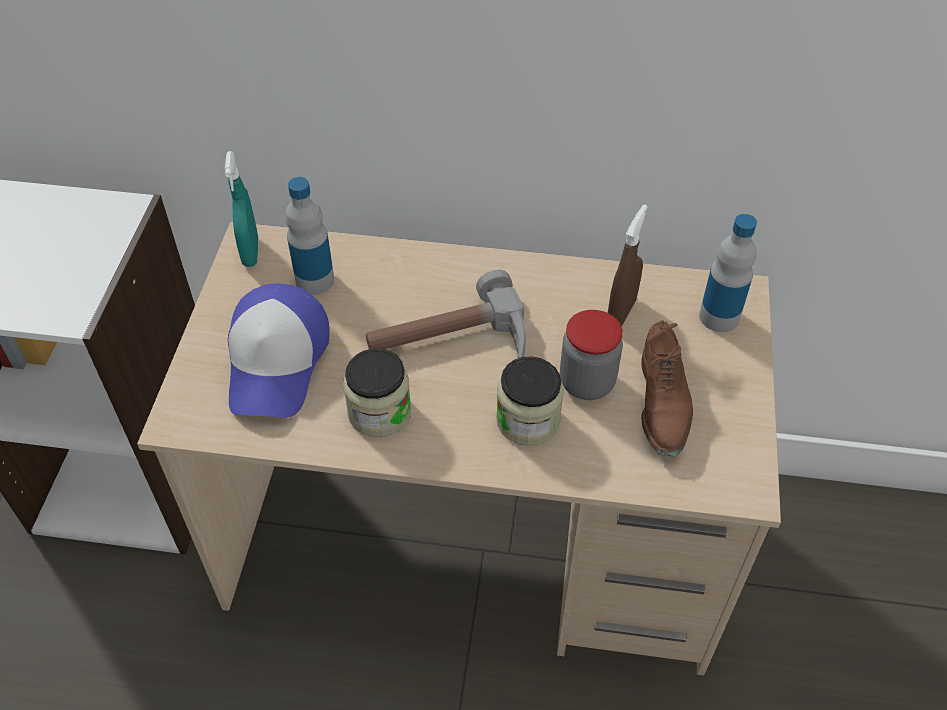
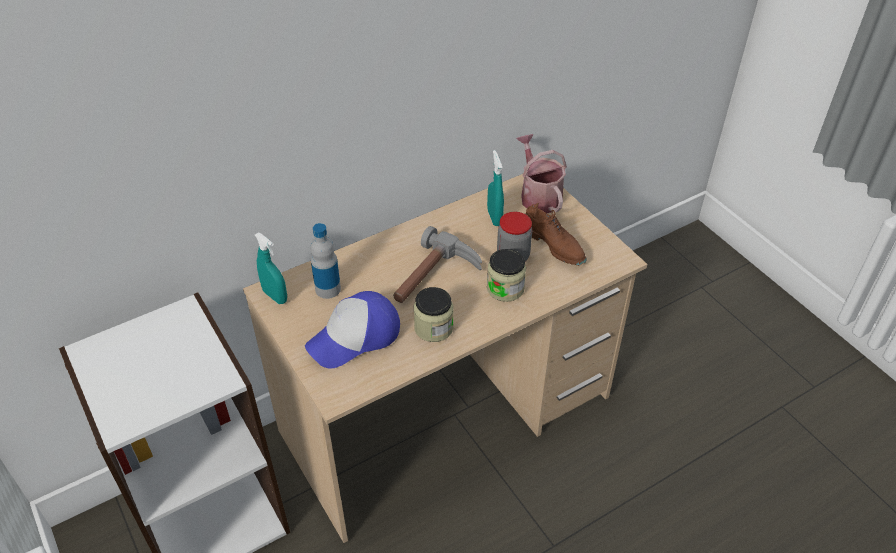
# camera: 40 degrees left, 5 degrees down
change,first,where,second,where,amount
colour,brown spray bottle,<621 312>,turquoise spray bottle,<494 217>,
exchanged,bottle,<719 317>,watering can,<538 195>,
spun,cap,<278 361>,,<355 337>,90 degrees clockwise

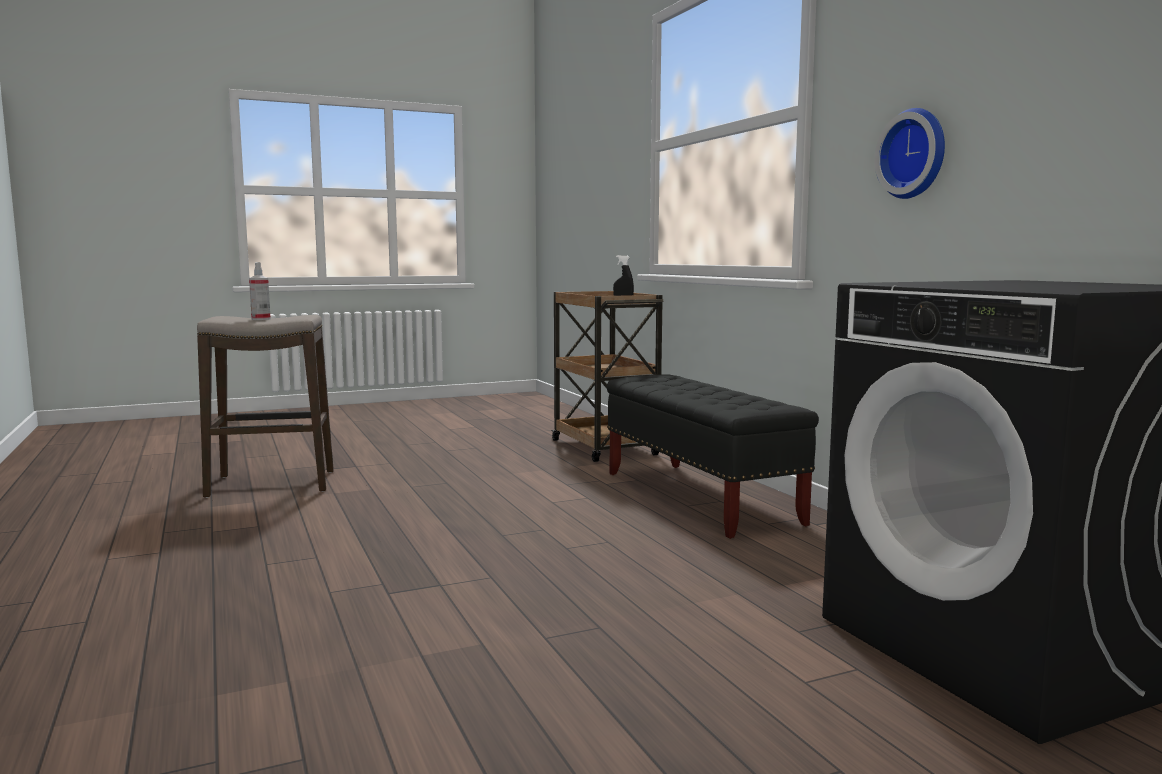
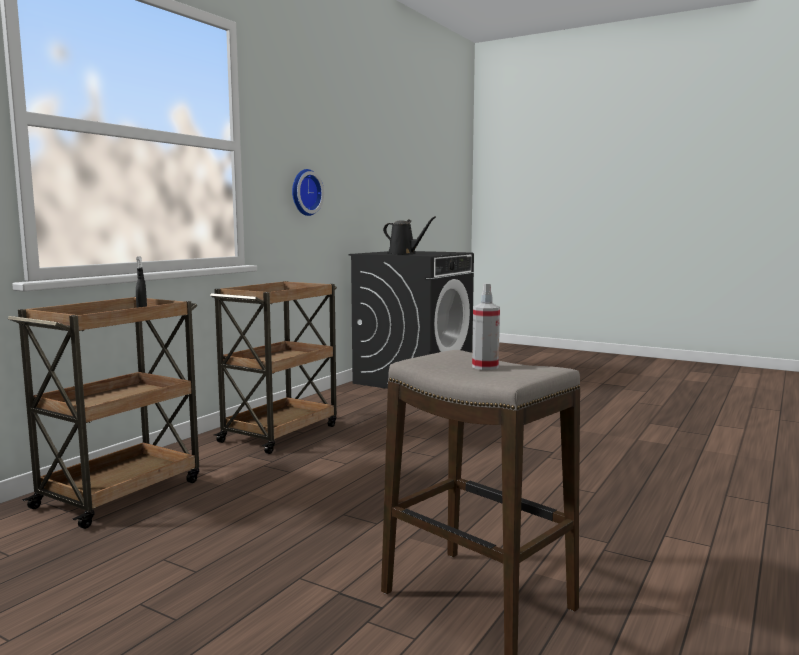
# camera: 125 degrees left, 0 degrees up
change,first,where,second,where,amount
exchanged,black bench,<699 498>,brown cart,<281 433>,
appeared,,,black watering can,<404 253>,

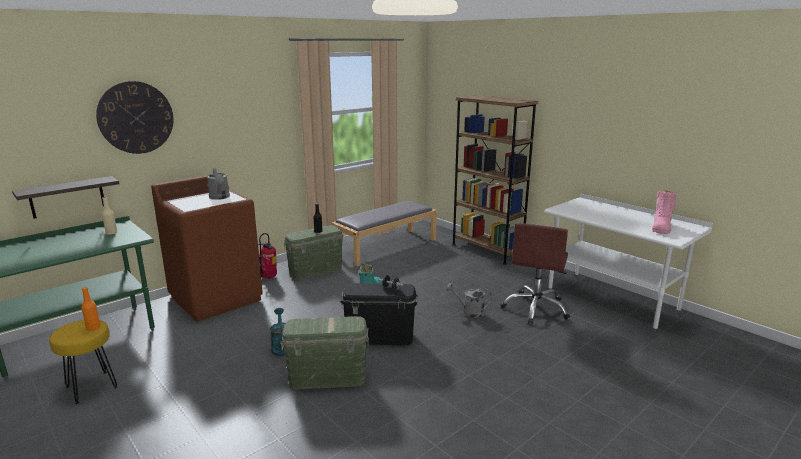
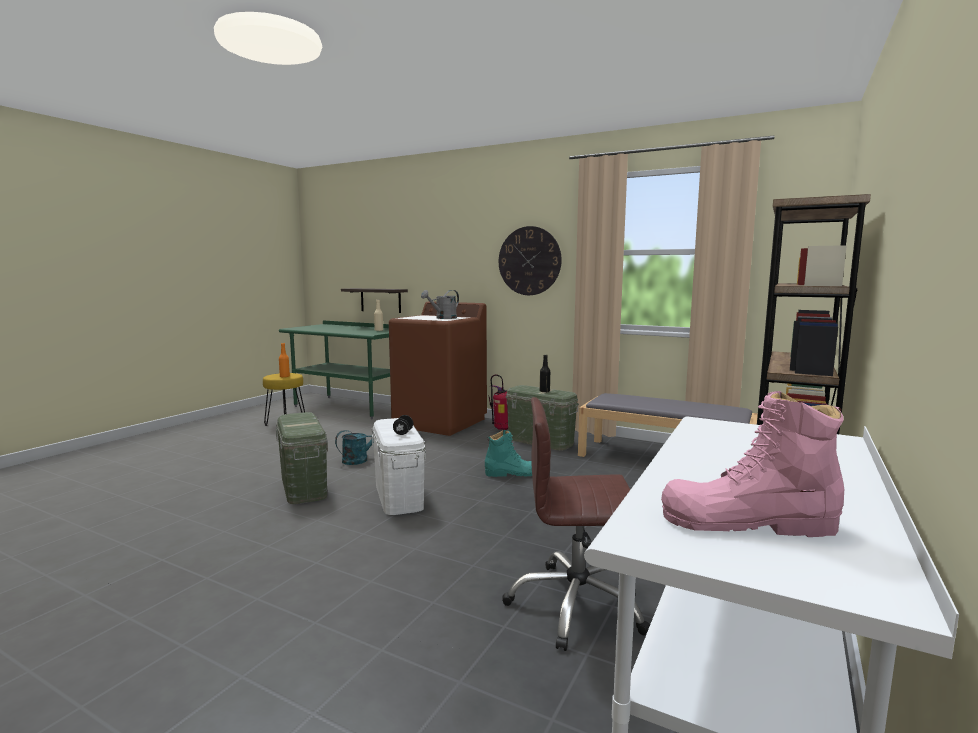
# camera: 70 degrees right, 10 degrees down
change,first,where,second,where,amount
relocated,wall clock,<136 117>,,<529 261>,
colour,black storage box,<380 336>,white storage box,<399 496>,
missing,grey watering can,<469 312>,,,

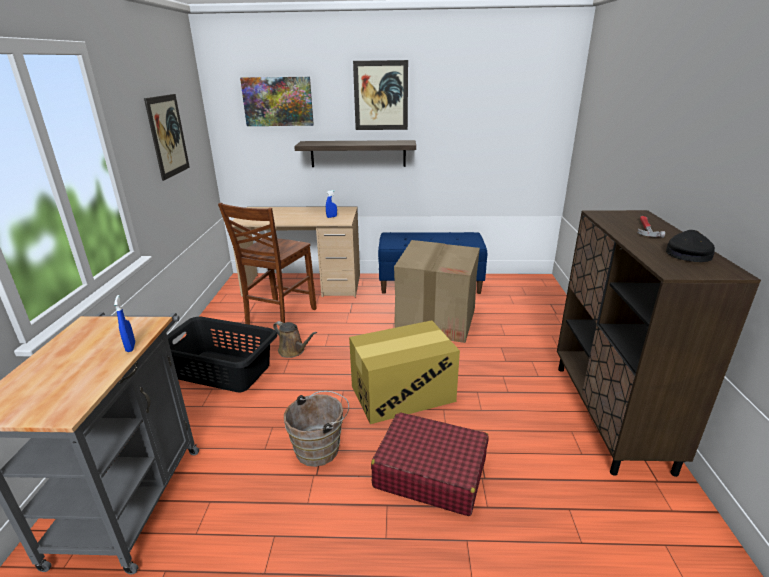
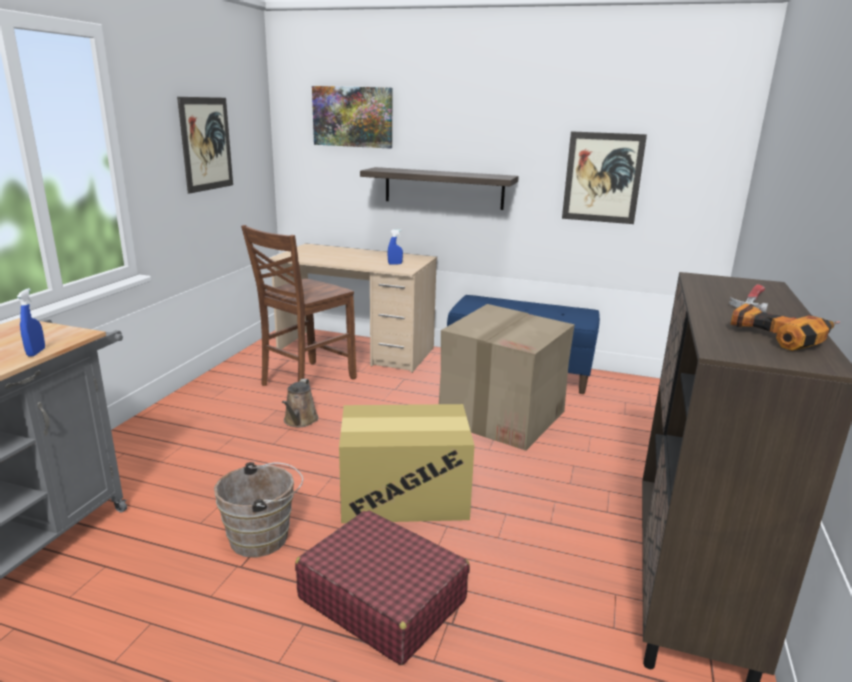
# camera: 15 degrees right, 5 degrees down
change,first,where,second,where,amount
relocated,picture,<381 96>,,<602 178>,
exchanged,black cap,<687 253>,power drill,<779 335>,
missing,black laundry basket,<223 371>,,,
spun,brown watering can,<293 351>,,<300 421>,45 degrees clockwise

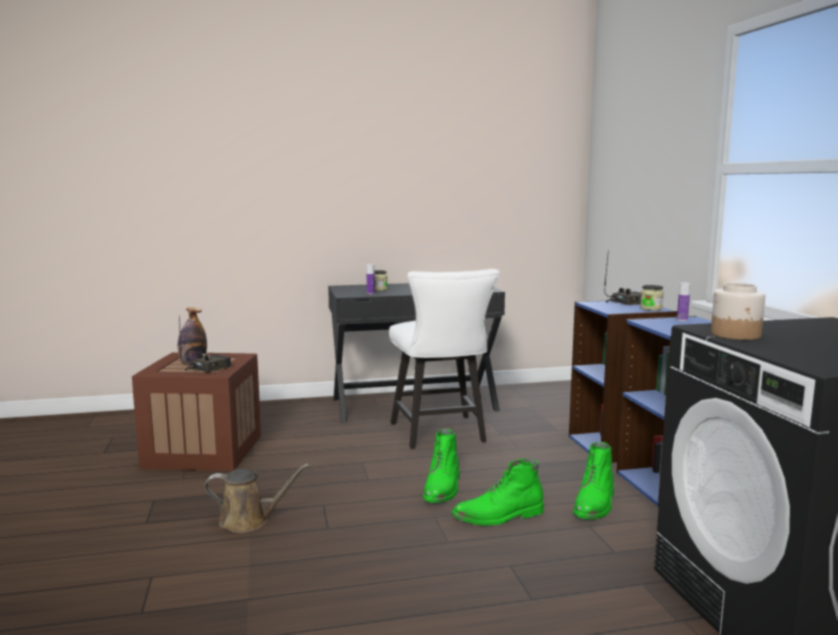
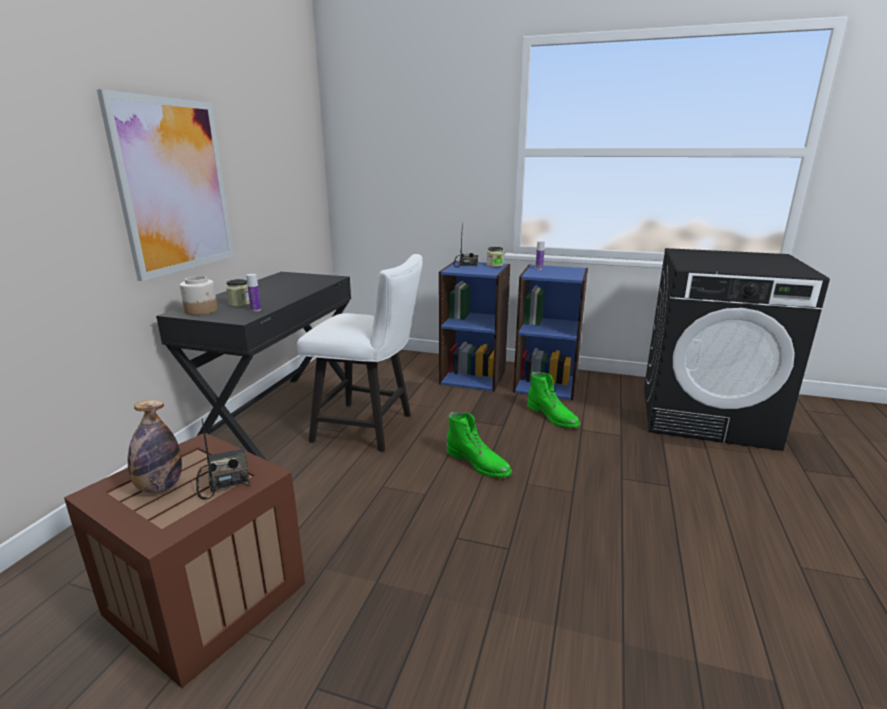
# camera: 60 degrees left, 10 degrees up
change,first,where,second,where,amount
relocated,jar,<736 335>,,<202 311>,
missing,green boot,<498 517>,,,
missing,brown watering can,<249 521>,,,
appeared,,,picture,<174 186>,

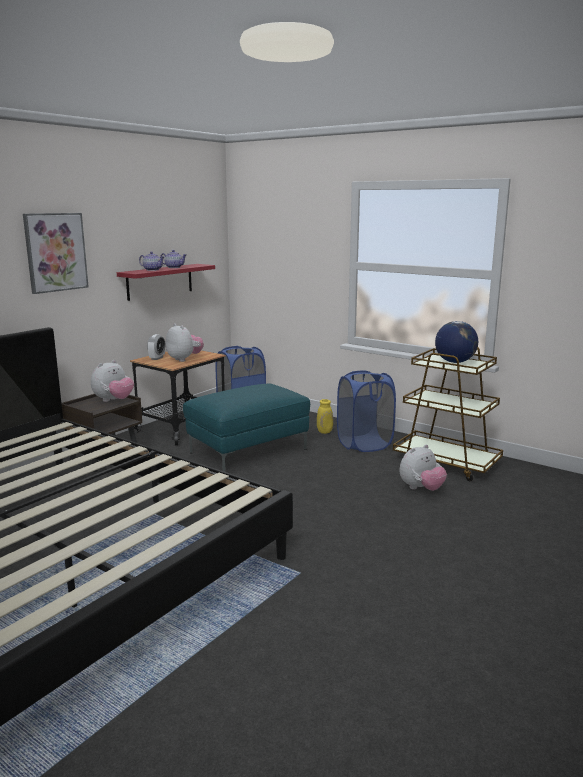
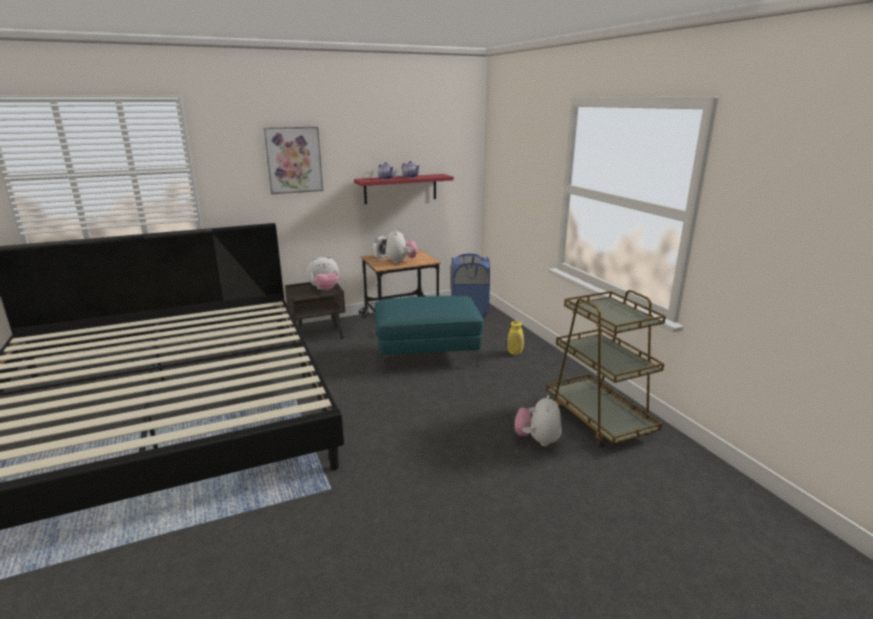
# camera: 30 degrees right, 5 degrees up
change,first,where,second,where,amount
missing,globe,<454 362>,,,
missing,blue laundry basket,<364 444>,,,
spun,plush toy,<421 489>,,<537 440>,105 degrees clockwise

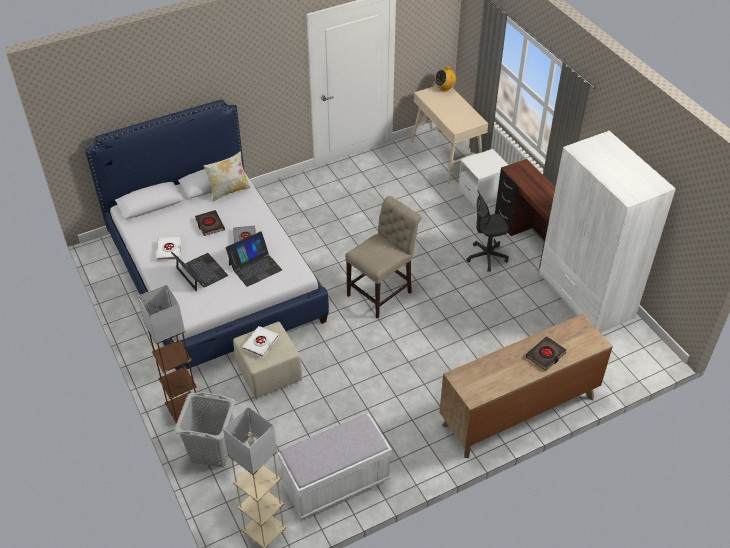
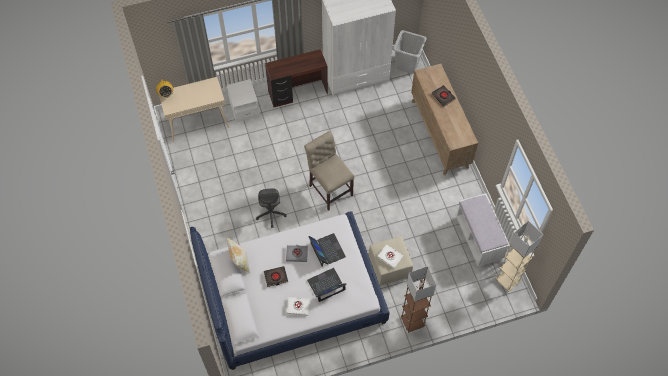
# camera: 80 degrees left, 15 degrees up
change,first,where,second,where,amount
relocated,grey office chair,<486 257>,,<271 214>,
relocated,grey laundry basket,<211 450>,,<407 64>,

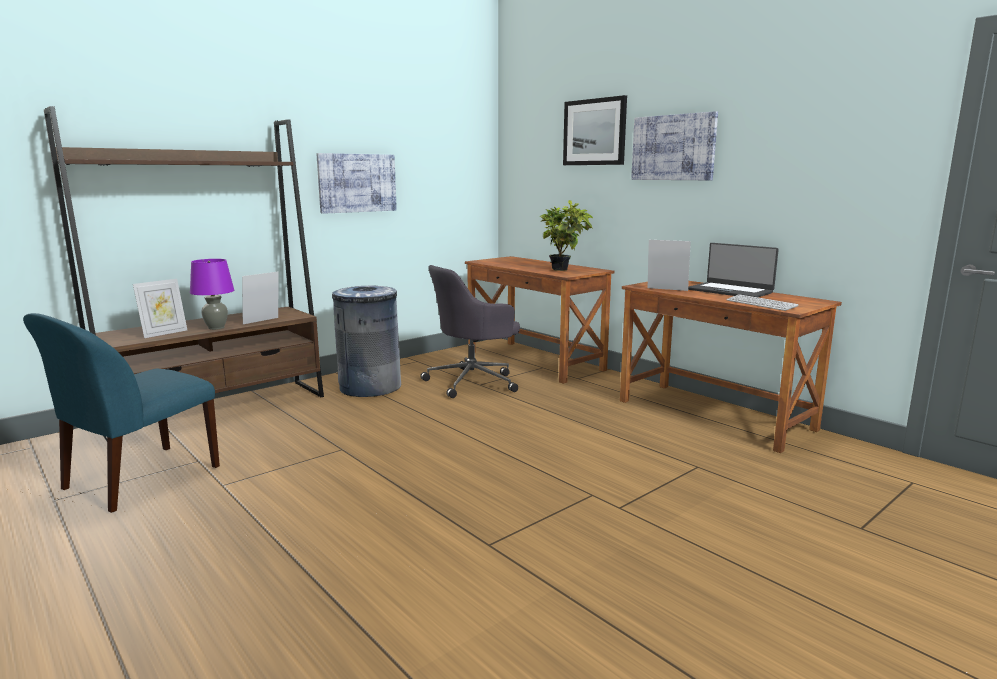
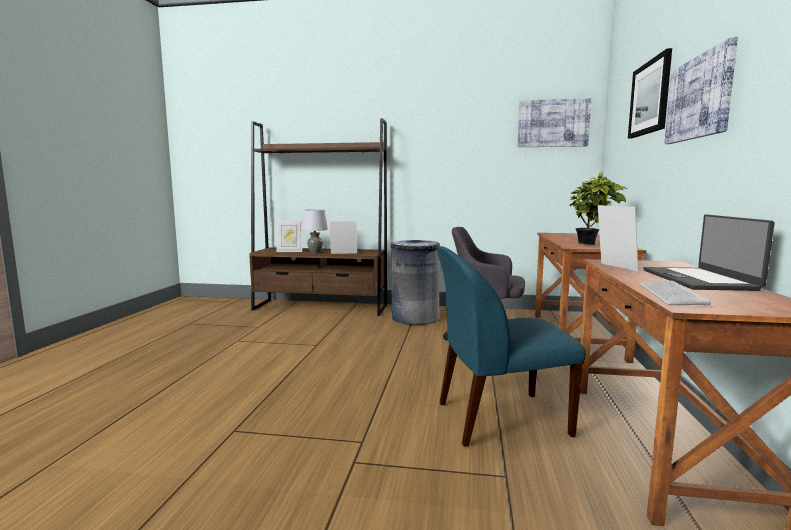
# camera: 50 degrees right, 5 degrees down
change,first,where,second,where,amount
relocated,picture,<357 183>,,<553 123>,
colour,purple table lamp,<216 328>,grey table lamp,<315 253>,
relocated,blue chair,<139 479>,,<499 419>,

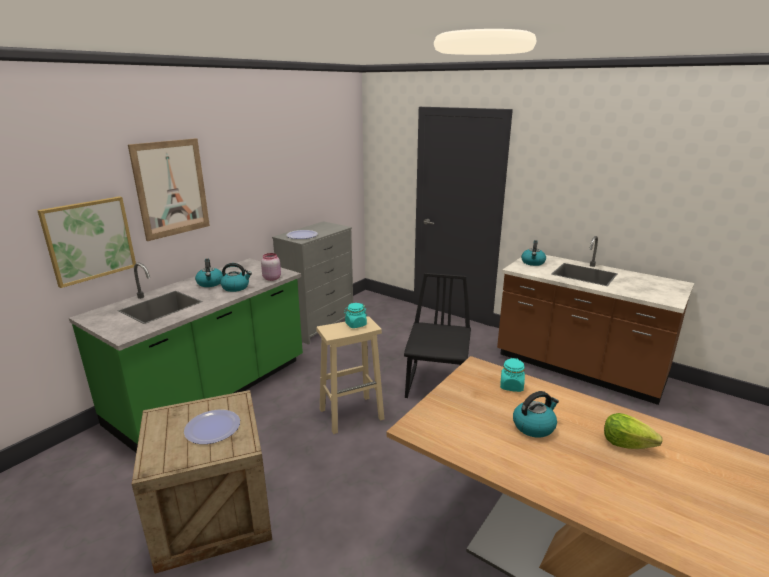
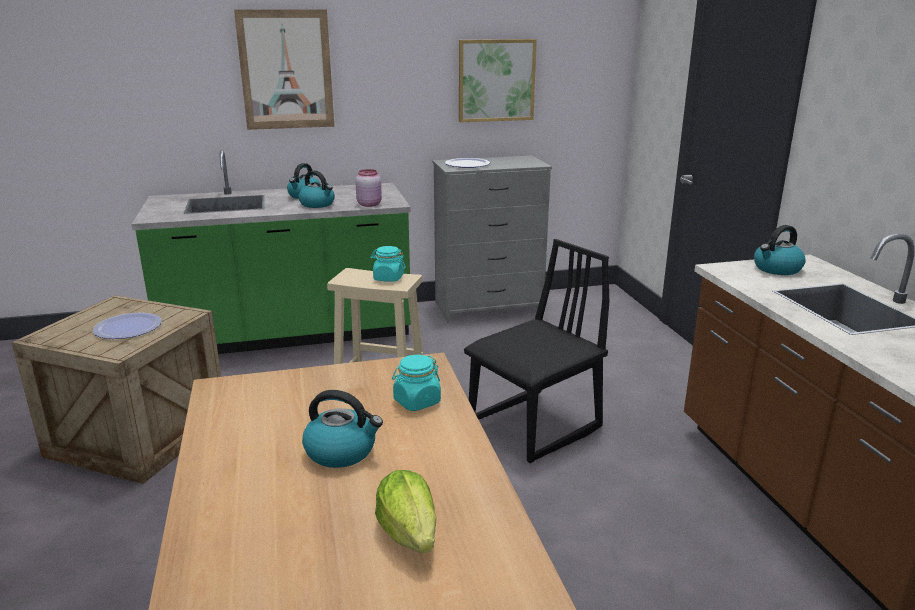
# camera: 40 degrees right, 0 degrees up
change,first,where,second,where,amount
relocated,picture,<89 240>,,<496 80>,

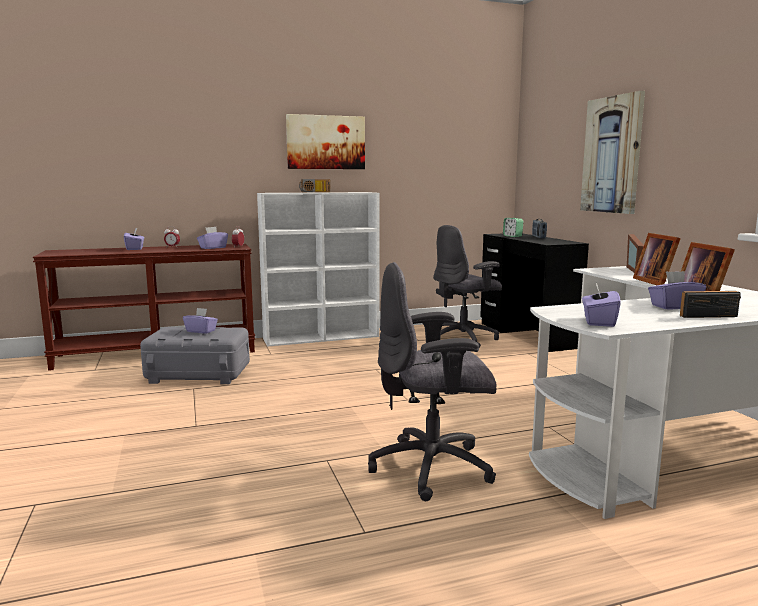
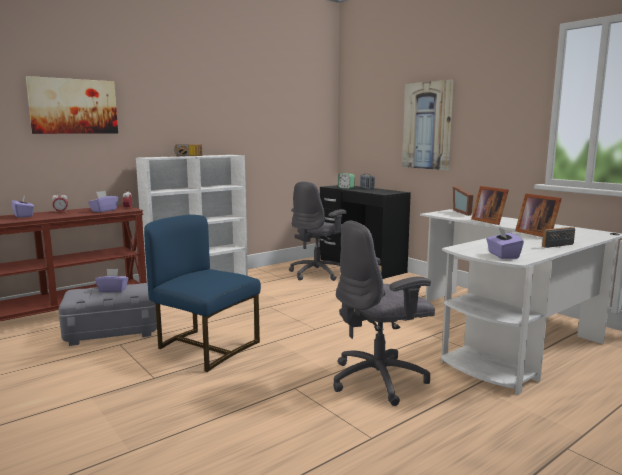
# camera: 20 degrees left, 0 degrees up
change,first,where,second,where,amount
relocated,picture,<325 142>,,<73 106>,
missing,purple tissue box,<674 306>,,,
appeared,,,blue chair,<205 347>,

